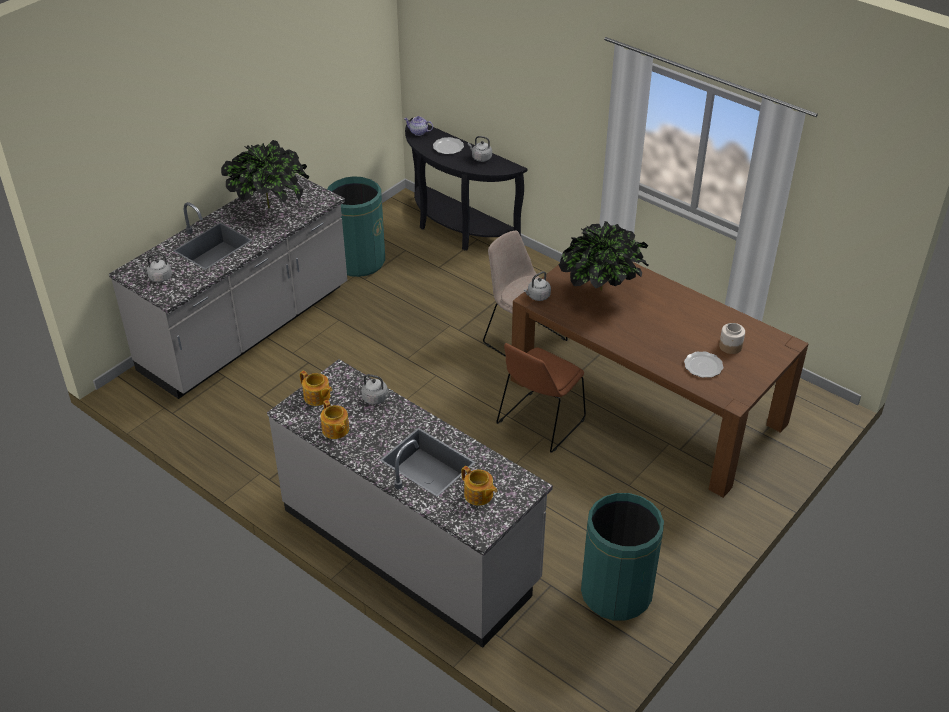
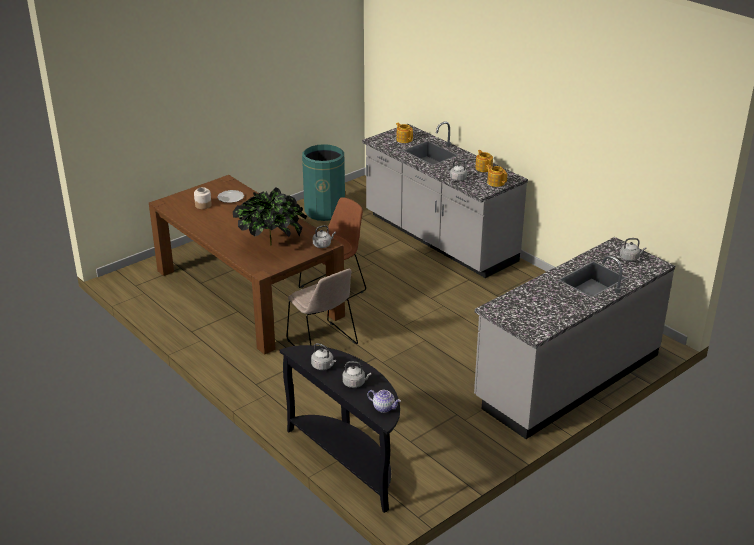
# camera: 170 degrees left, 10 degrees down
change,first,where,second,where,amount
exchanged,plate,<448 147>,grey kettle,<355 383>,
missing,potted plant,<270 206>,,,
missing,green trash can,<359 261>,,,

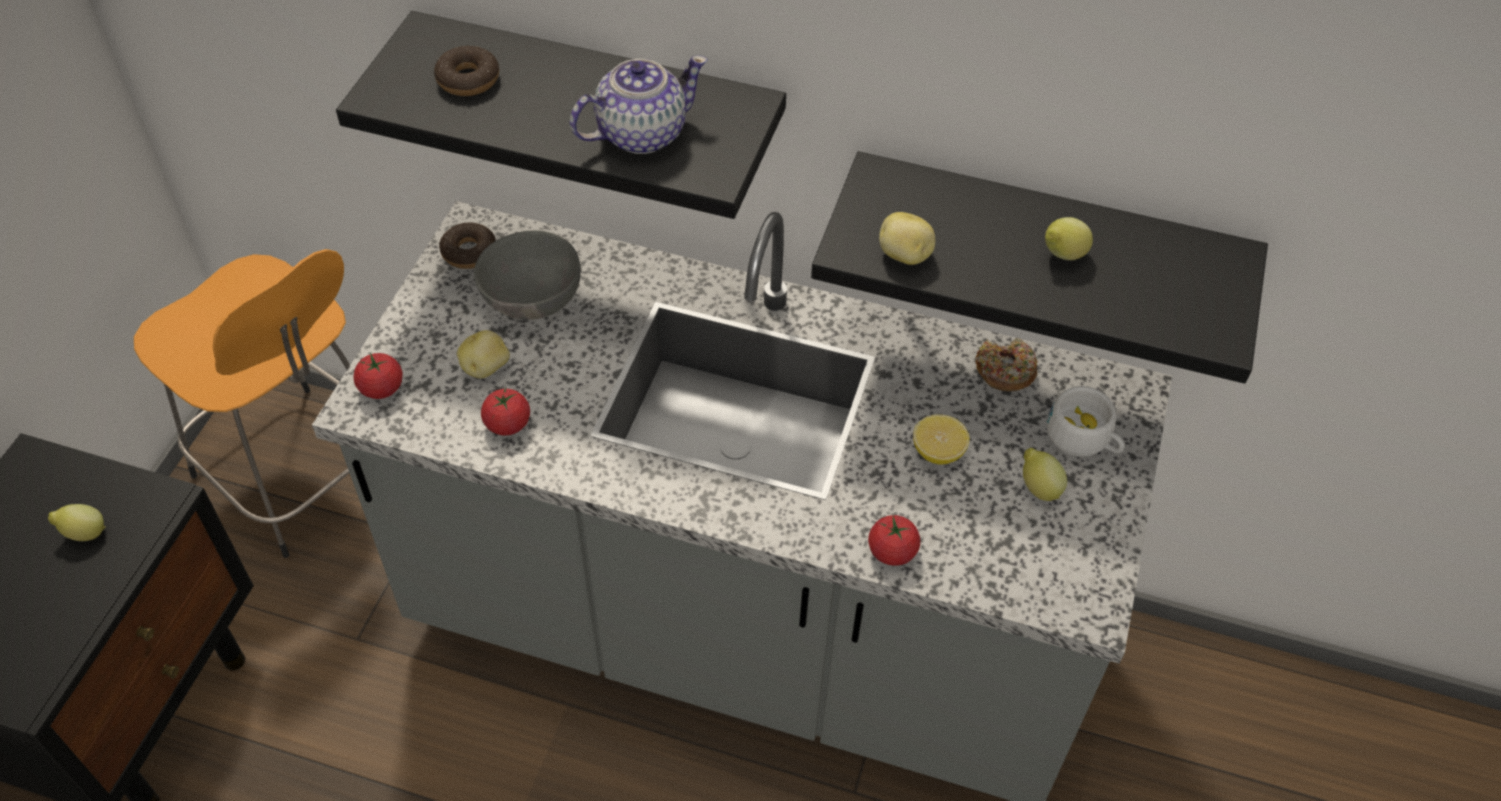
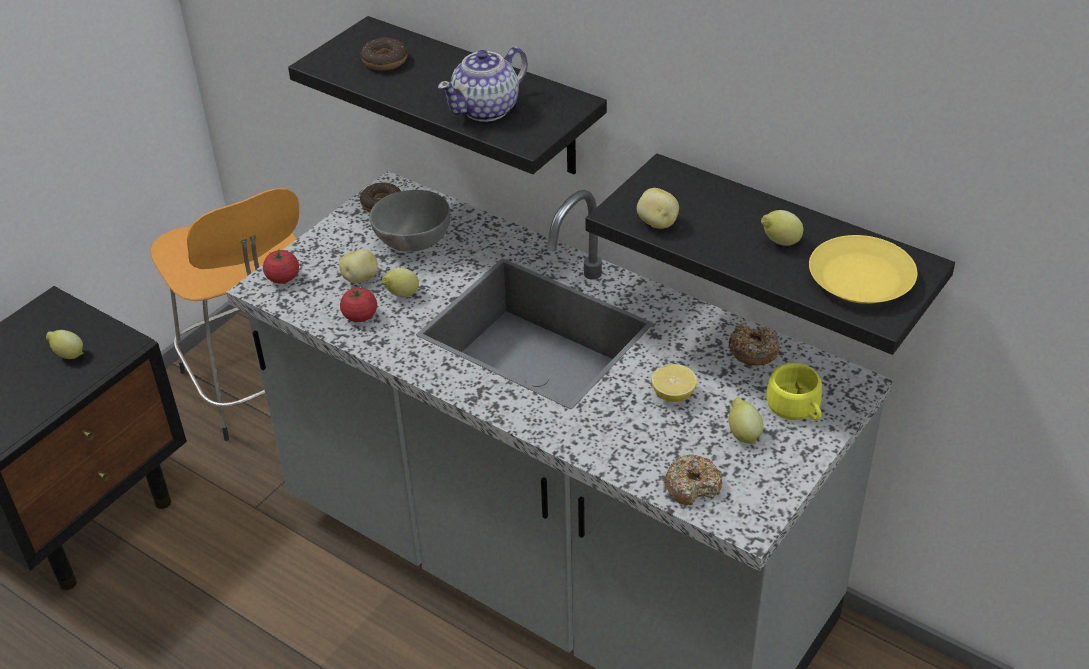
# camera: 20 degrees right, 10 degrees down
change,first,where,second,where,amount
spun,teapot,<640 133>,,<487 109>,150 degrees clockwise
colour,white cup,<1084 438>,yellow cup,<796 408>,
missing,tomato,<892 551>,,,
appeared,,,yellow plate,<860 278>,
appeared,,,lemon,<401 295>,
appeared,,,donut,<692 486>,

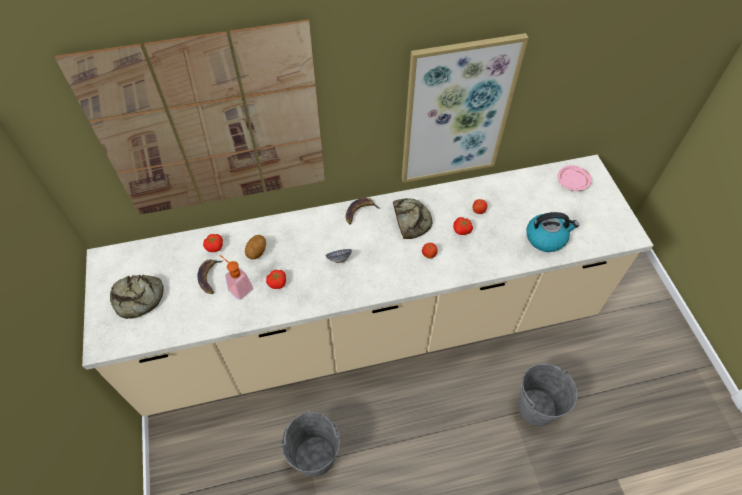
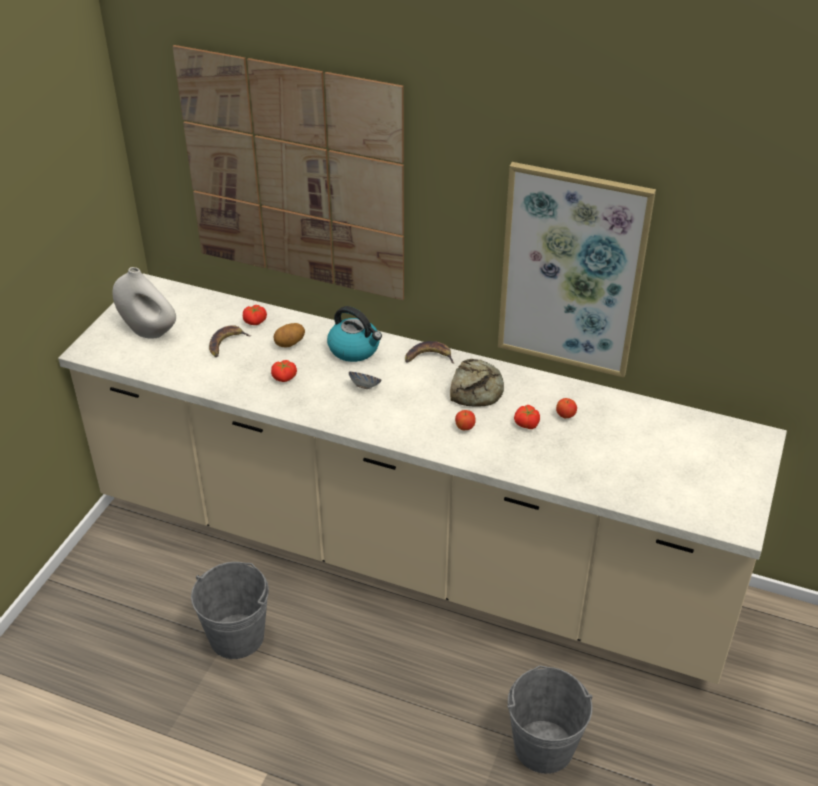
# camera: 35 degrees right, 15 degrees down
change,first,where,second,where,amount
missing,pink plate,<572 182>,,,
relocated,kettle,<546 238>,,<355 349>,
missing,soap dispenser,<238 287>,,,
exchanged,bread,<138 299>,white vase,<149 331>,

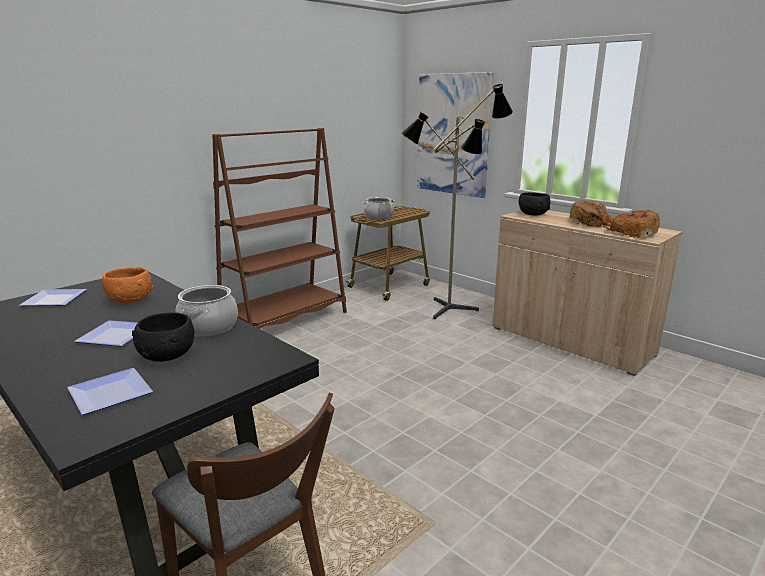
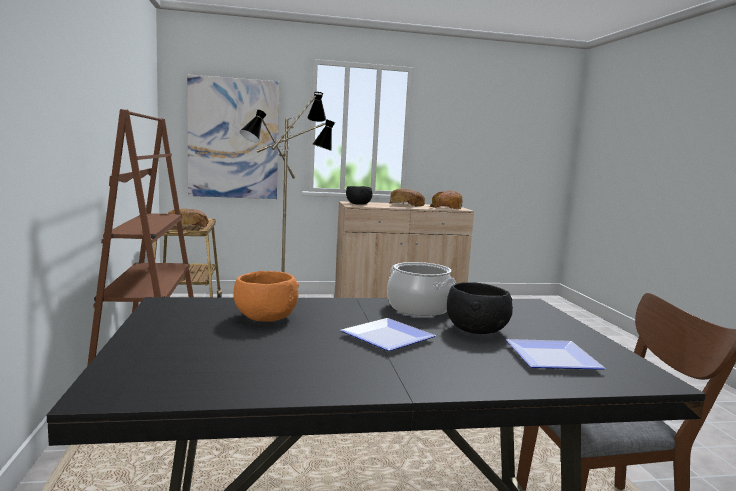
# camera: 55 degrees left, 10 degrees down
change,first,where,second,where,amount
exchanged,cooking pot,<378 217>,bread,<186 227>,
missing,plate,<53 299>,,,

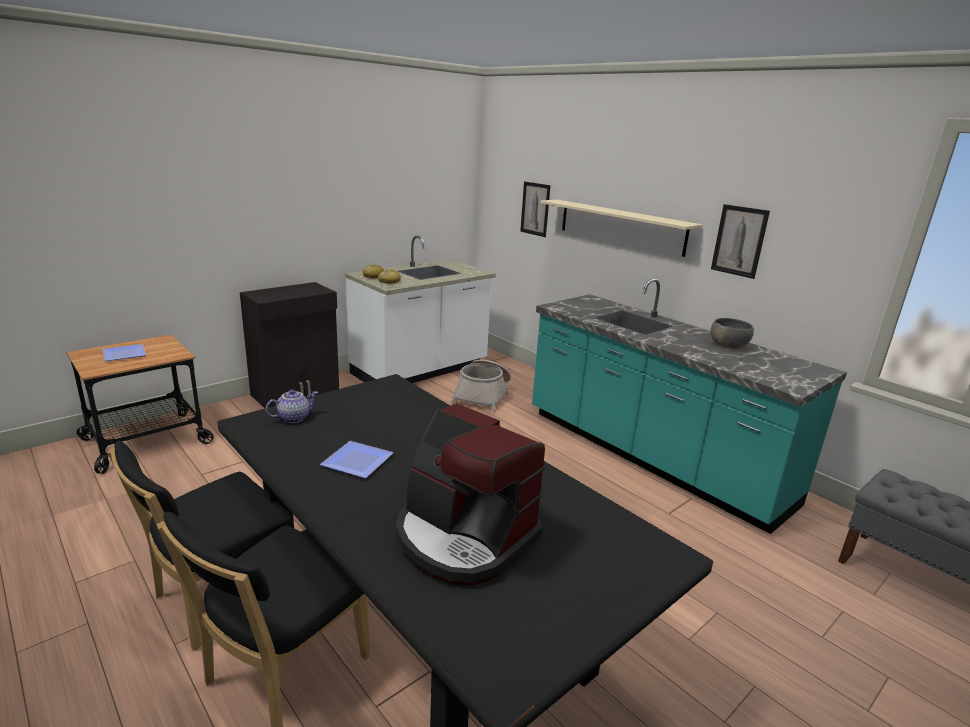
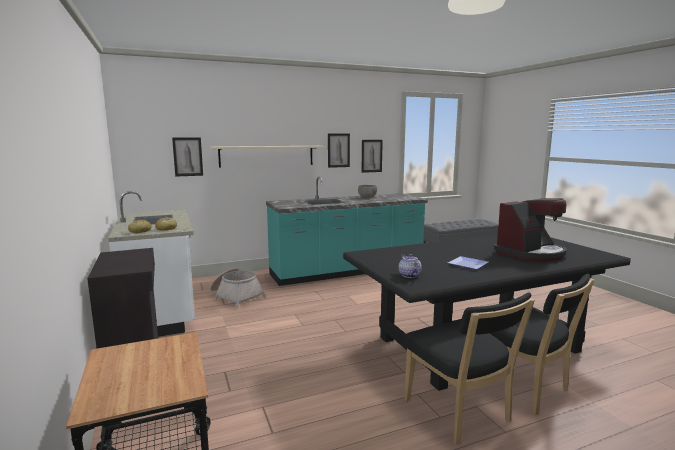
# camera: 70 degrees left, 10 degrees down
change,first,where,second,where,amount
missing,plate,<126 354>,,,
appeared,,,picture,<371 156>,

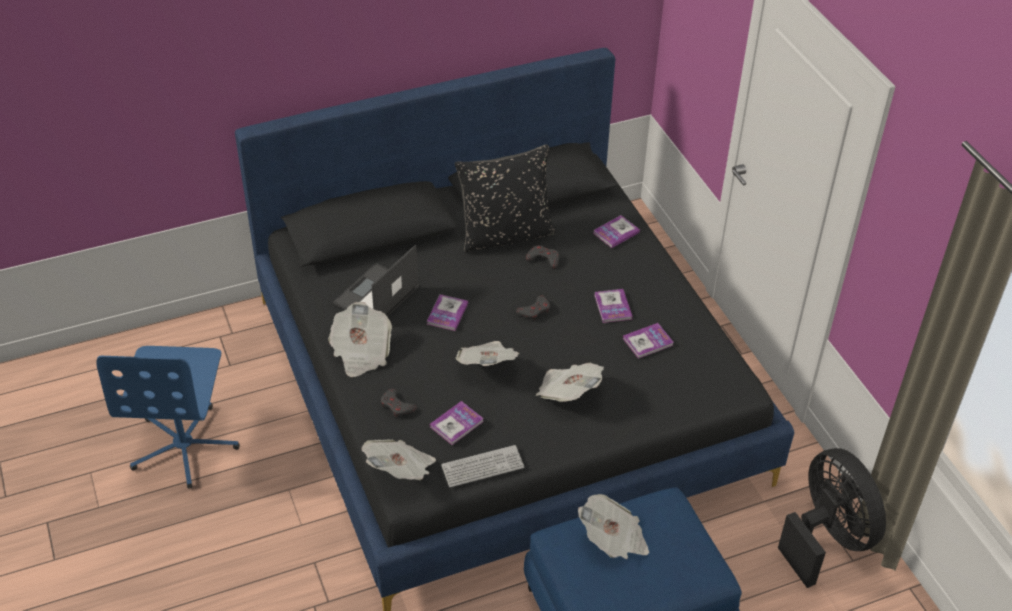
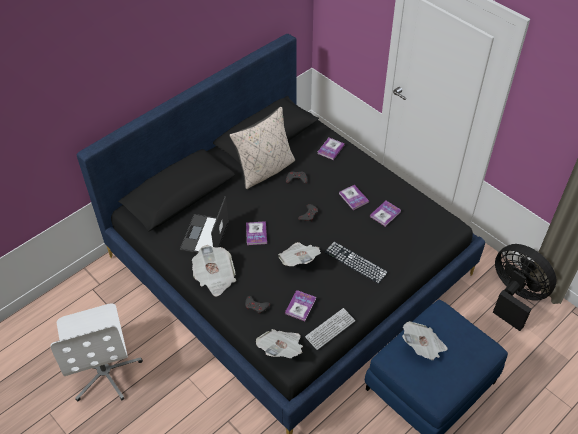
# camera: 20 degrees left, 5 degrees up
change,first,where,second,where,amount
colour,black pillow,<506 235>,beige pillow,<265 170>,
colour,blue office chair,<185 445>,white office chair,<105 371>,
exchanged,newspaper,<568 393>,keyboard,<355 262>,

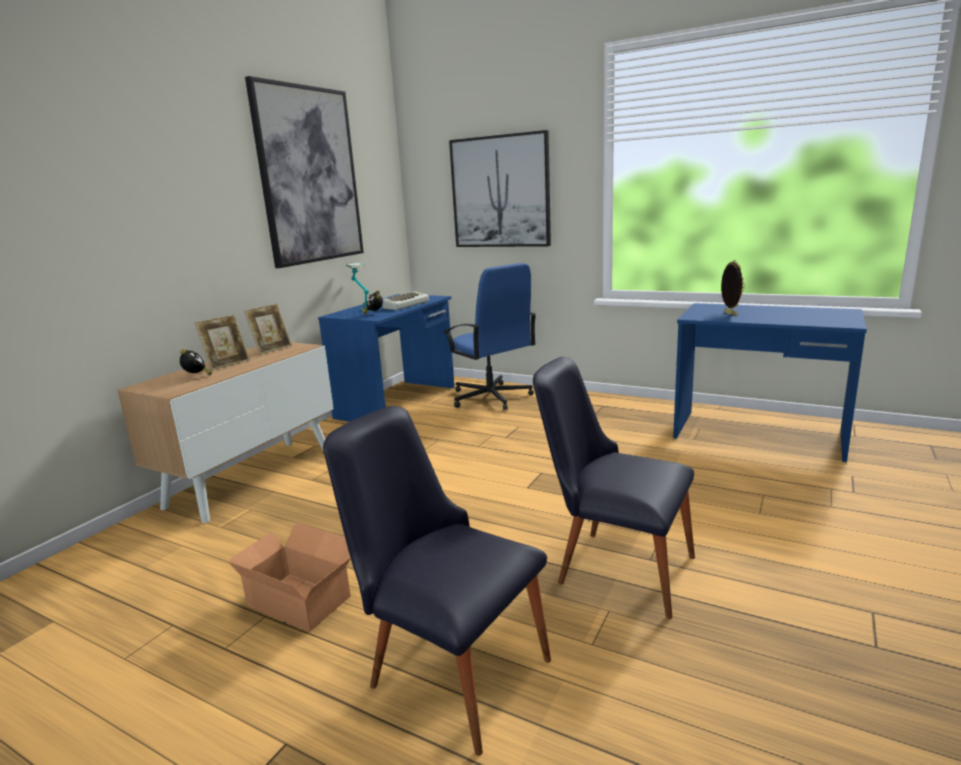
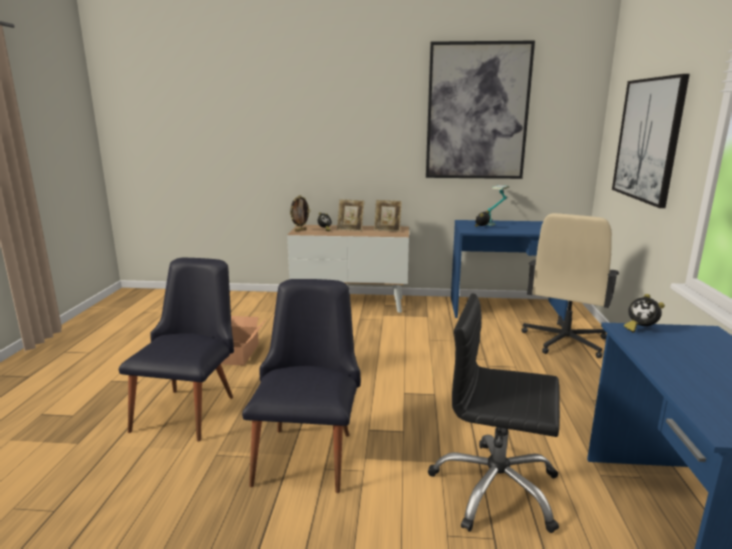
# camera: 65 degrees right, 0 degrees up
change,first,where,second,where,amount
relocated,picture frame,<729 314>,,<300 230>,
colour,blue office chair,<491 397>,beige office chair,<564 341>,
missing,keyboard,<406 305>,,,
appeared,,,black office chair,<495 488>,
appeared,,,alarm clock,<640 329>,

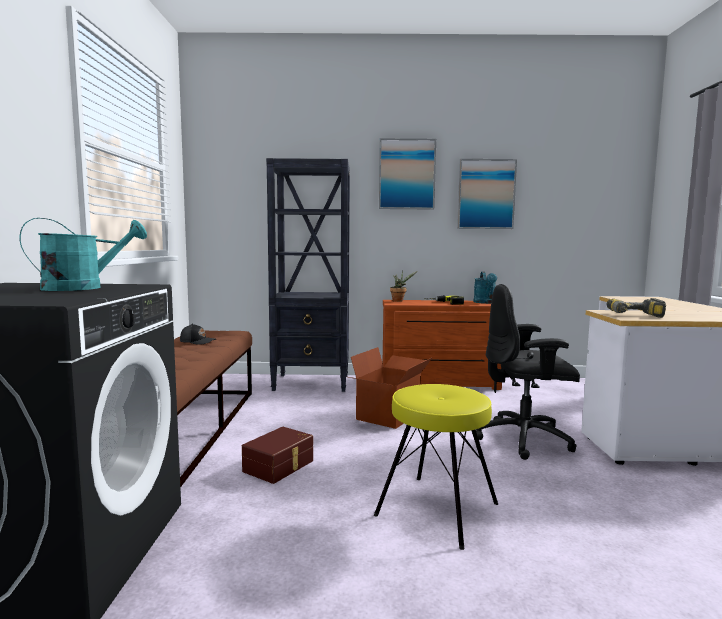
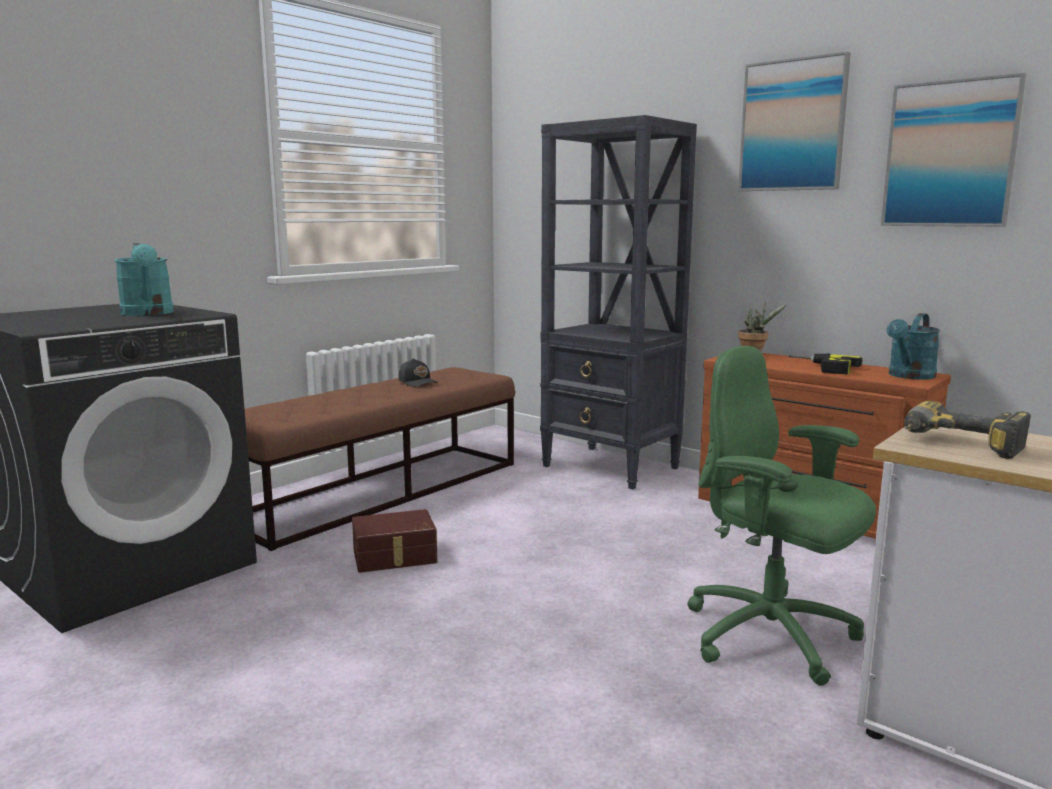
# camera: 40 degrees right, 5 degrees up
change,first,where,second,where,amount
spun,turquoise watering can,<84 288>,,<148 313>,60 degrees clockwise
colour,black office chair,<525 440>,green office chair,<771 637>,
missing,cardboard box,<389 416>,,,
missing,yellow stool,<437 508>,,,

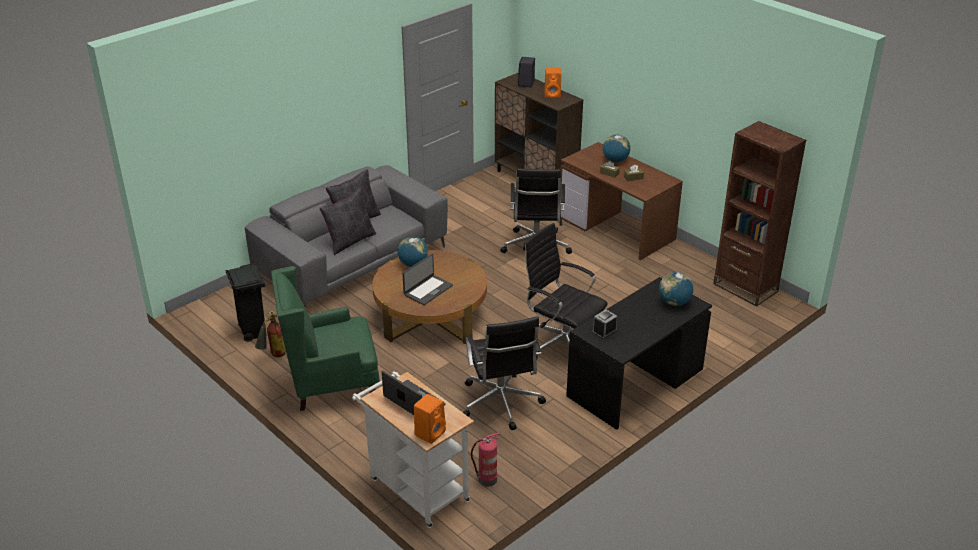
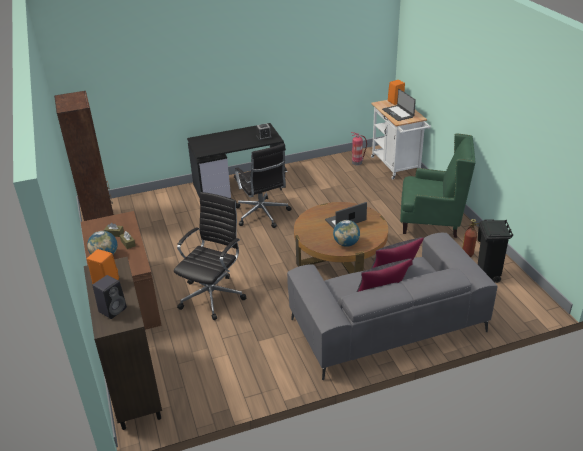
# camera: 155 degrees left, 0 degrees up
change,first,where,second,where,amount
missing,globe,<674 302>,,,
missing,black office chair,<501 404>,,,

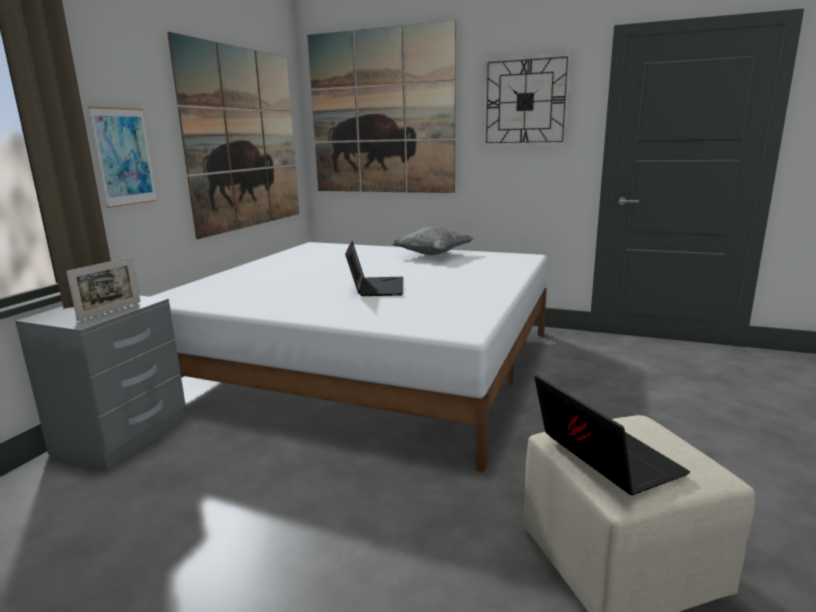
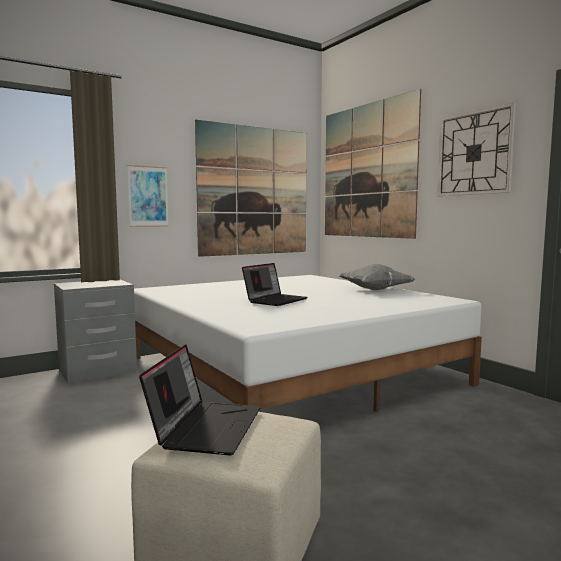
# camera: 35 degrees right, 10 degrees down
change,first,where,second,where,amount
missing,picture frame,<110 310>,,,

